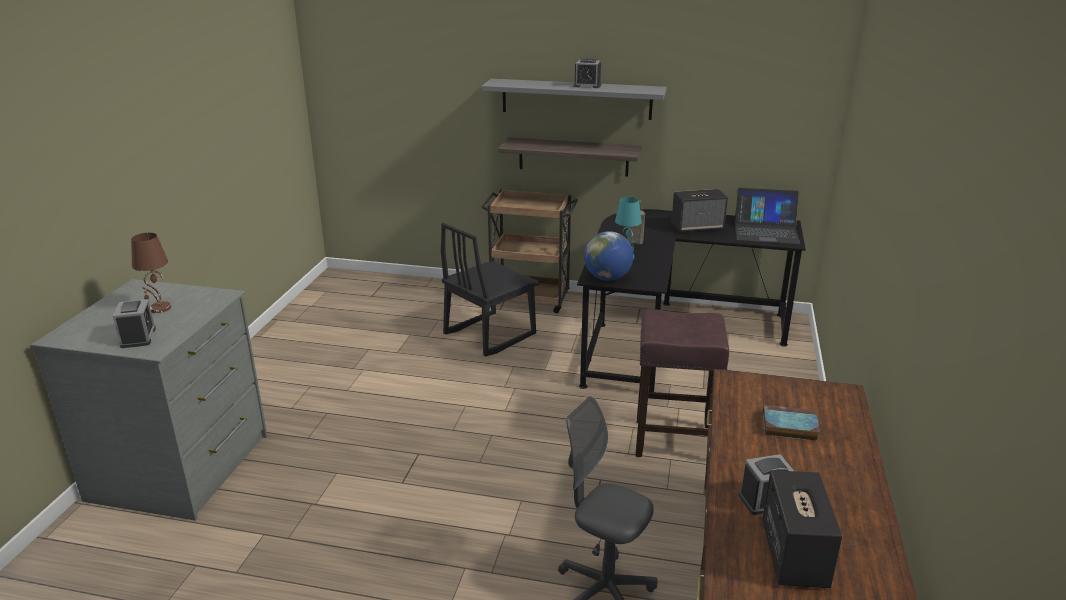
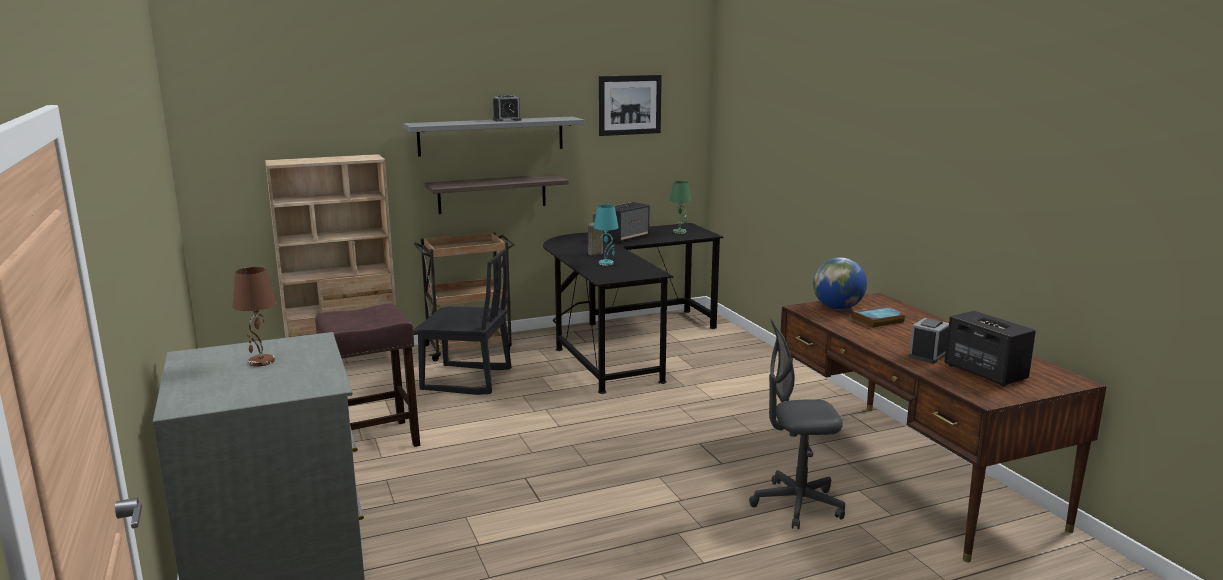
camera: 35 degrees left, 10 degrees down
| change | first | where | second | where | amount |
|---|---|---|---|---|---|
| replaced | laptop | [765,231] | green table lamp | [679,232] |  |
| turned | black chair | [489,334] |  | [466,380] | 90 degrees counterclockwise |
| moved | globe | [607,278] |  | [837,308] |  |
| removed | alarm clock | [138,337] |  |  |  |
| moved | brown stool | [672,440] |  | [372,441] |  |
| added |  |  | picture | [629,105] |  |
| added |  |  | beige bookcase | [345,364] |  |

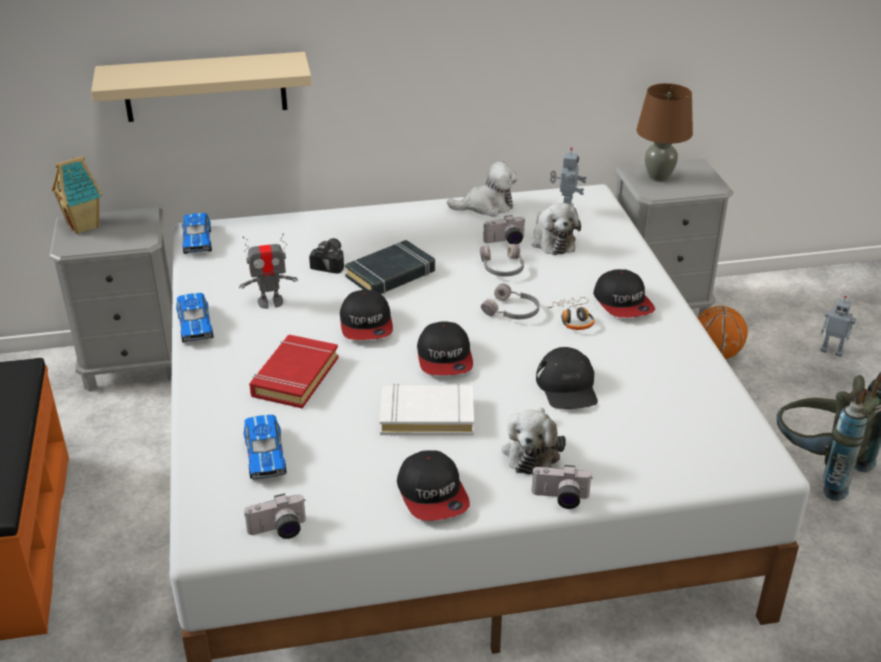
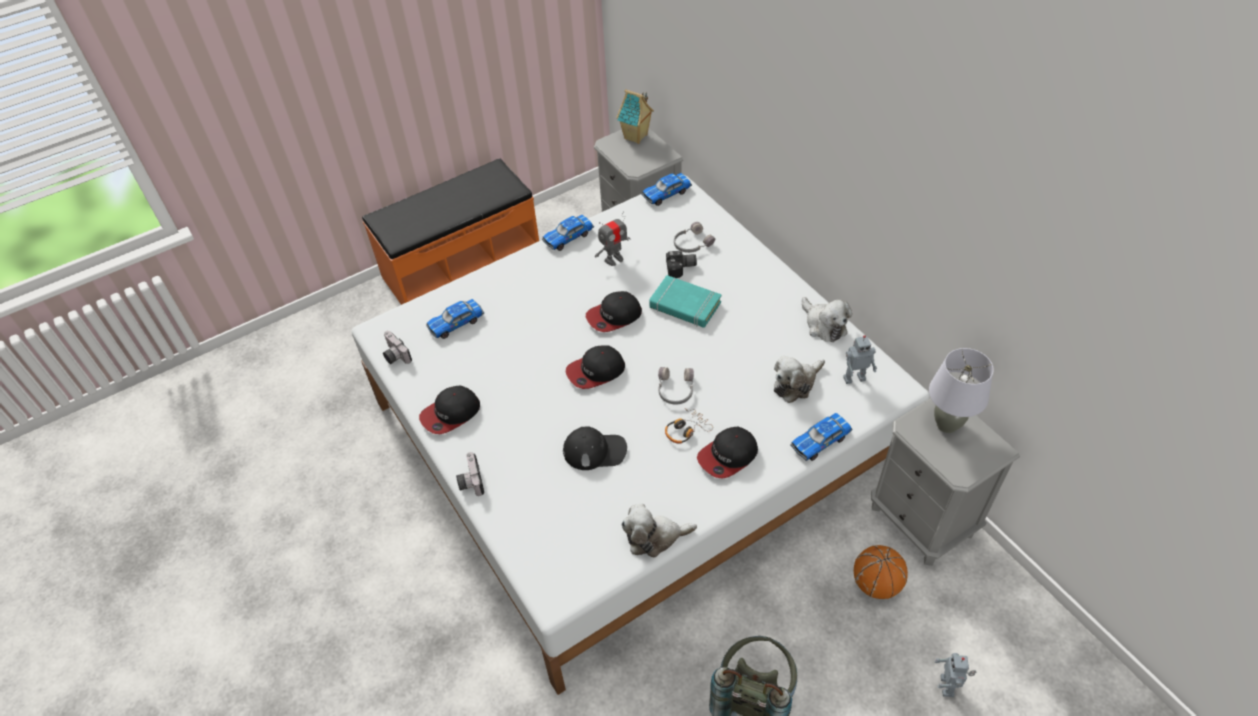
camera: 70 degrees right, 15 degrees up
| change | first | where | second | where | amount |
|---|---|---|---|---|---|
| removed | beige shelf | [205,87] |  |  |  |
| recoloured | brown table lamp | [658,177] | grey table lamp | [947,424] |  |
| removed | photo camera | [505,242] |  |  |  |
| turned | toy robot | [270,302] |  | [614,259] | 90 degrees counterclockwise |
| recoloured | black book | [391,274] | turquoise book | [684,305] |  |
| moved | grey headphones | [502,268] |  | [691,243] |  |
| removed | red book | [294,377] |  |  |  |
| turned | black cap | [567,387] |  | [595,451] | 150 degrees counterclockwise |
| removed | white book | [427,416] |  |  |  |
| moved | plush toy | [532,451] |  | [654,537] |  |
| added |  |  | toy car | [820,441] |  |

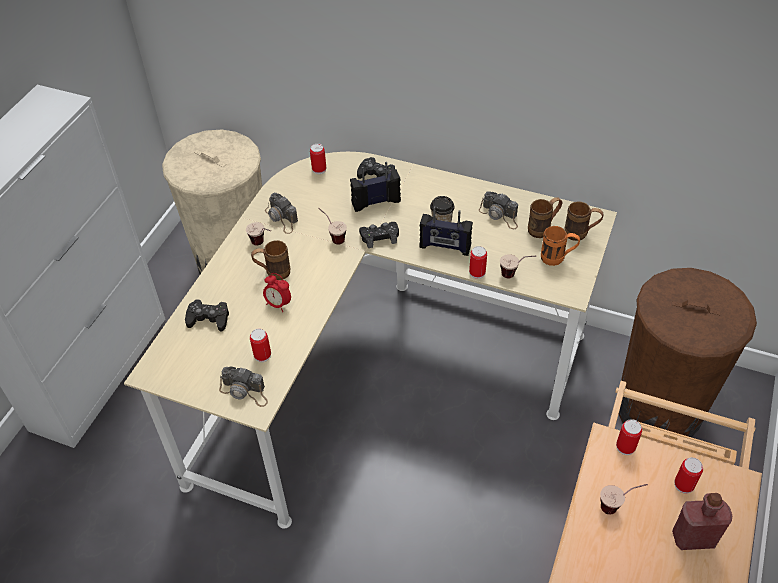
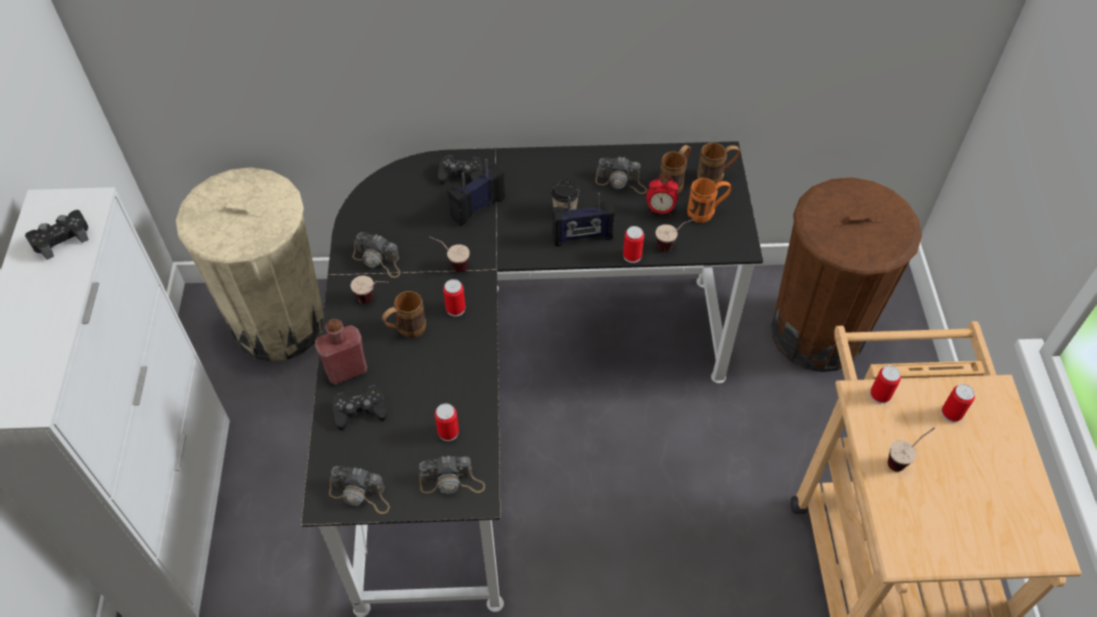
camera: 25 degrees left, 5 degrees up
| change | first | where | second | where | amount |
|---|---|---|---|---|---|
| moved | can | [319,169] |  | [455,309] |  |
| recoloured | beige desk | [374,370] | black desk | [507,395] |  |
| moved | black game controller | [379,237] |  | [61,238] |  |
| moved | alarm clock | [278,304] |  | [660,210] |  |
| moved | red bottle | [693,538] |  | [346,370] |  |
| added |  |  | photo camera | [361,494] |  |

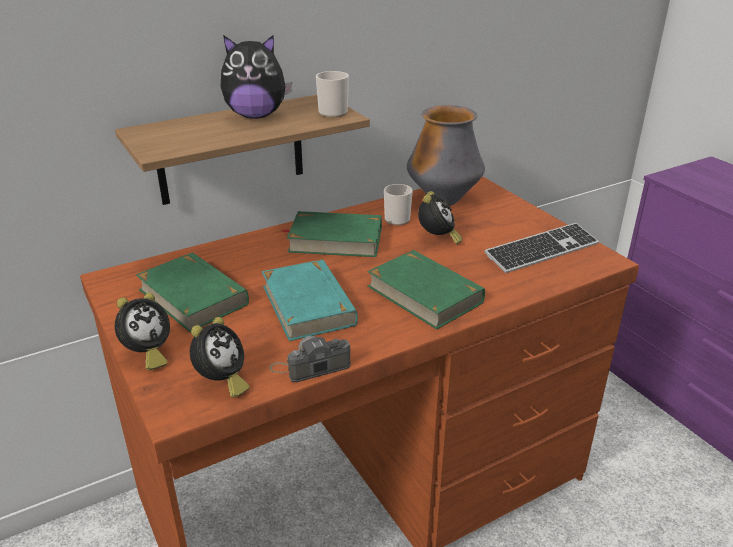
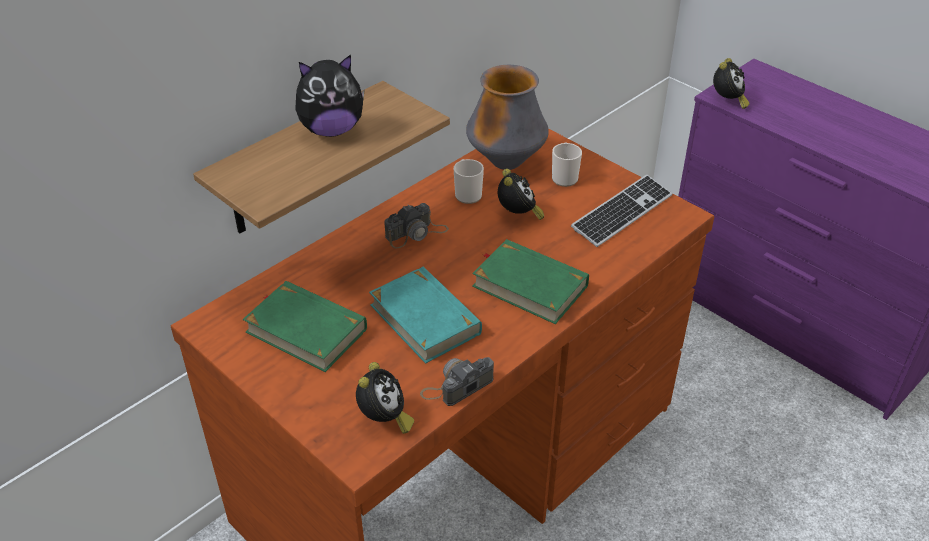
camera: 15 degrees left, 10 degrees up
| change | first | where | second | where | amount |
|---|---|---|---|---|---|
| moved | mug | [334,111] |  | [564,177] |  |
| replaced | green book | [335,239] | photo camera | [416,233] |  |
| moved | alarm clock | [147,355] |  | [727,102] |  |

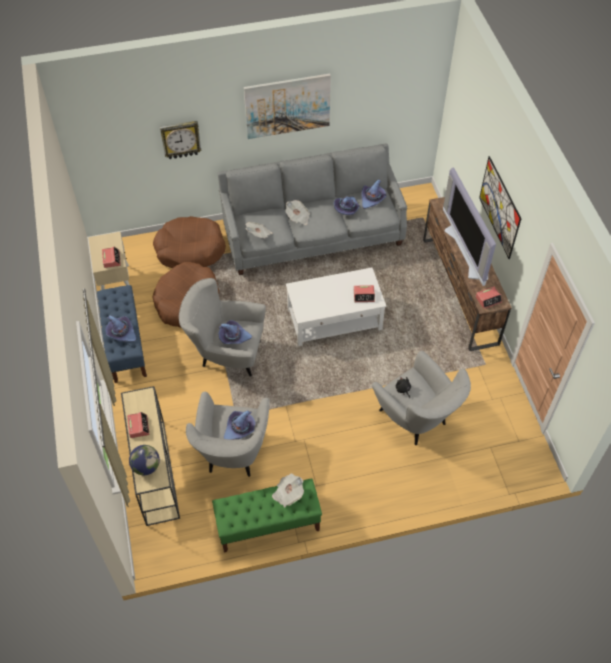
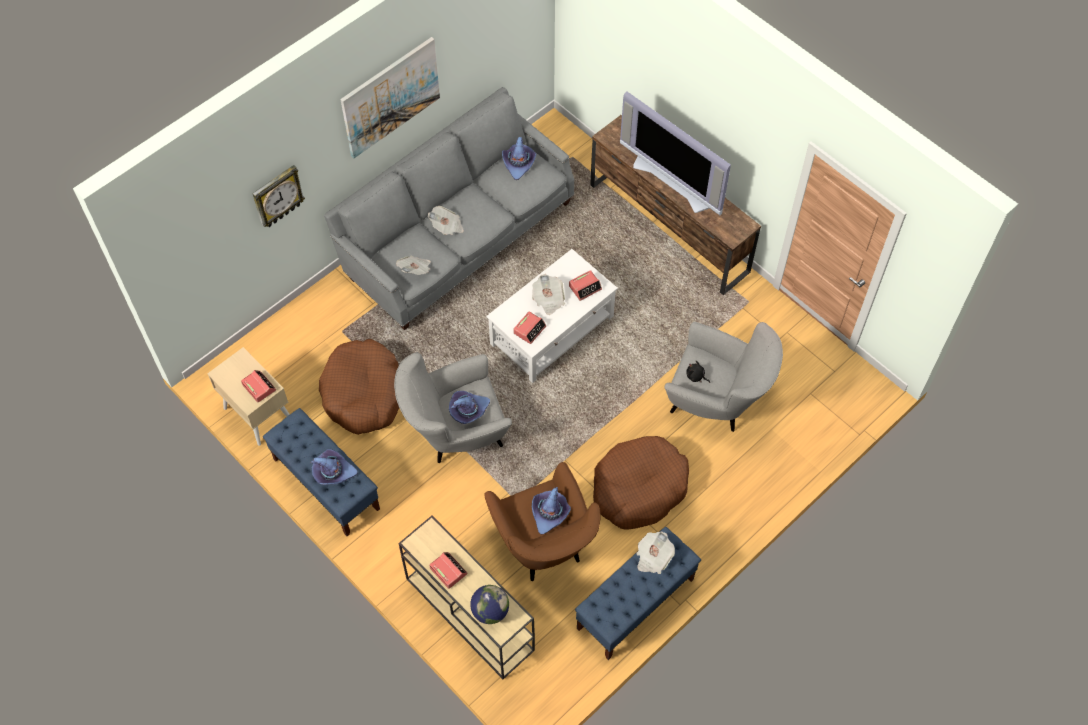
camera: 30 degrees left, 5 degrees up
| change | first | where | second | where | amount |
|---|---|---|---|---|---|
| removed | picture | [499,207] |  |  |  |
| removed | purple hat | [347,208] |  |  |  |
| moved | brown dog bed | [190,249] |  | [638,488] |  |
| moved | alarm clock | [488,299] |  | [529,329] |  |
| recoloured | grey armchair | [233,455] | brown armchair | [544,548] |  |
| recoloured | green bench | [268,525] | blue bench | [635,604] |  |
| added |  |  | newspaper | [548,299] |  |

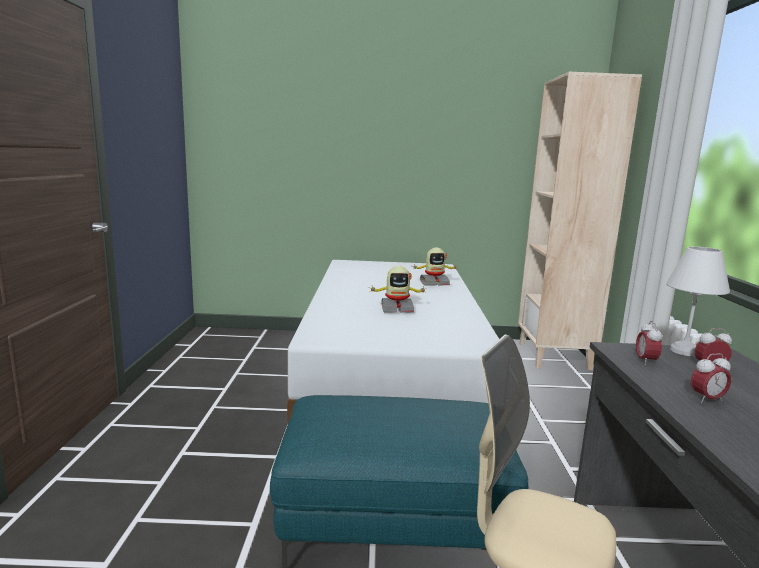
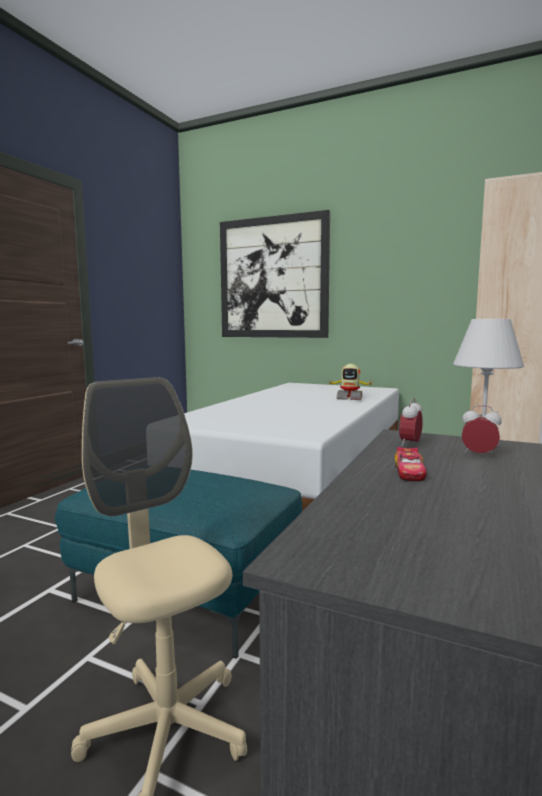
camera: 25 degrees right, 5 degrees down
| change | first | where | second | where | amount |
|---|---|---|---|---|---|
| removed | toy robot | [396,309] |  |  |  |
| replaced | alarm clock | [707,399] | toy car | [409,472] |  |
| added |  |  | picture | [273,278] |  |

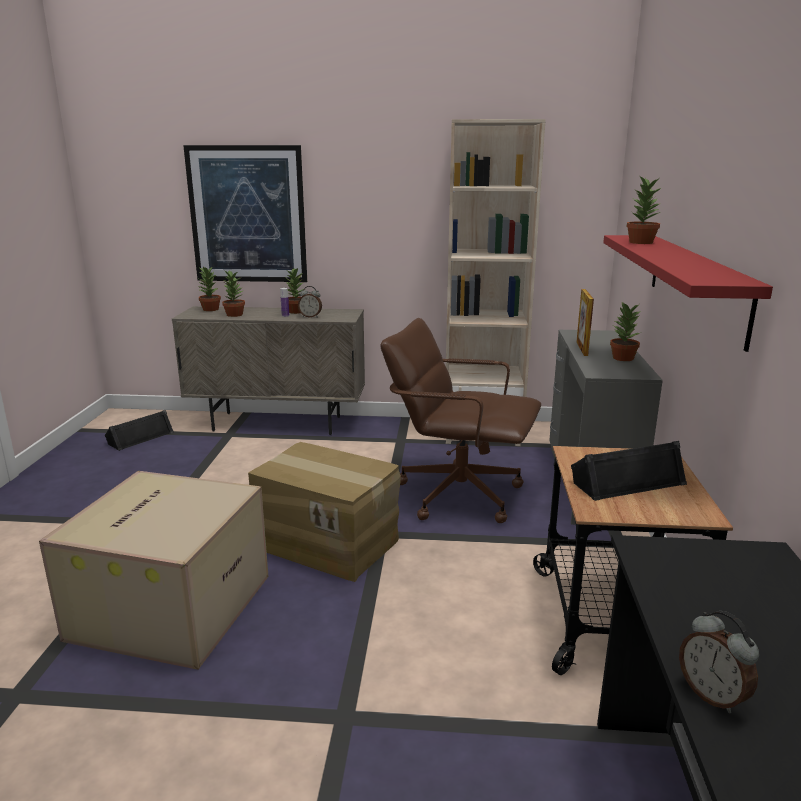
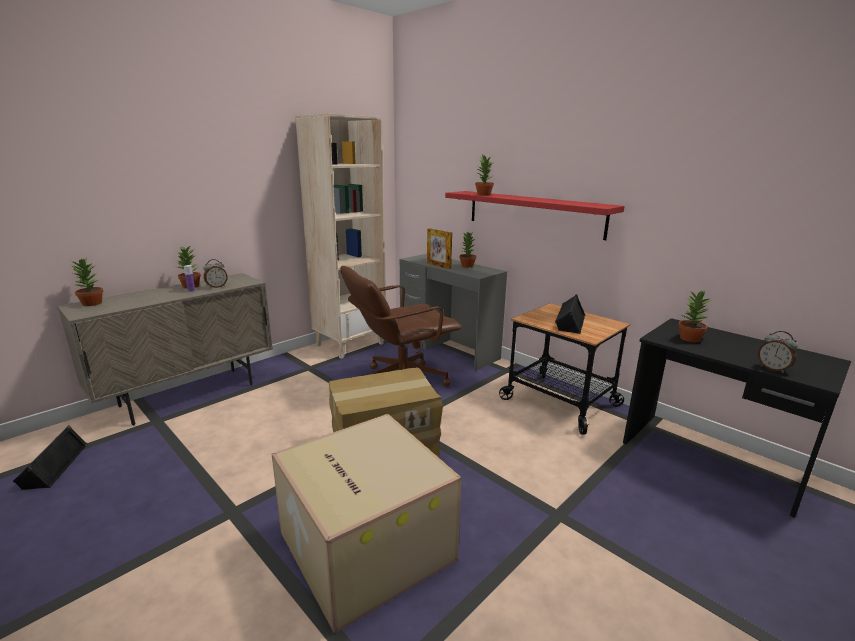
camera: 50 degrees left, 0 degrees up
| change | first | where | second | where | amount |
|---|---|---|---|---|---|
| removed | picture | [247,215] |  |  |  |
| moved | potted plant | [234,314] |  | [689,338] |  |
| turned | alarm clock | [712,695] |  | [773,369] | 45 degrees clockwise |

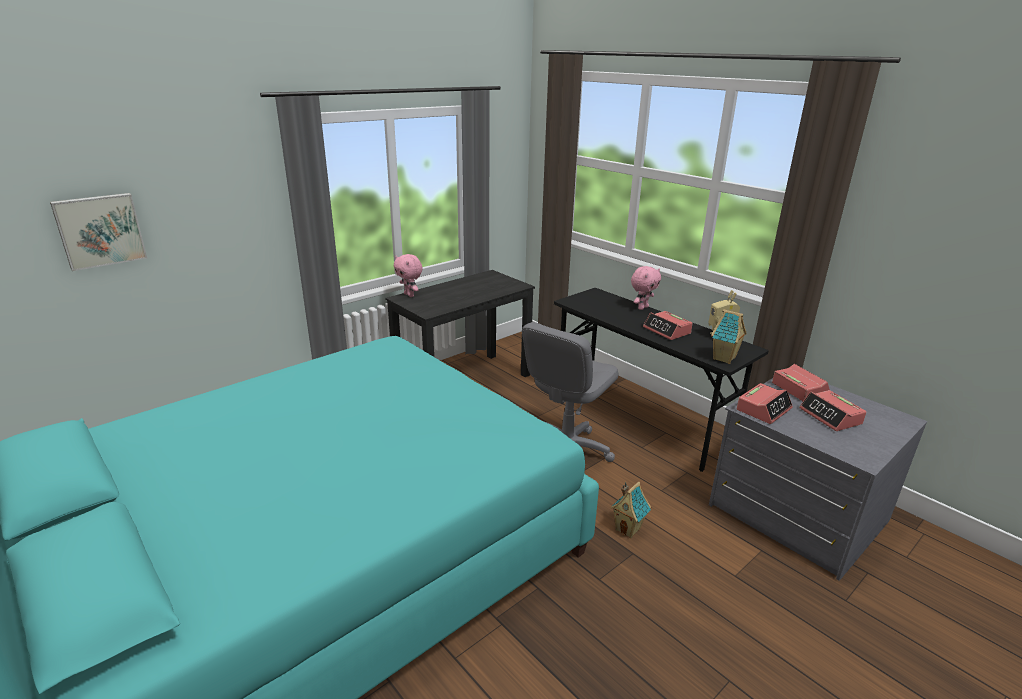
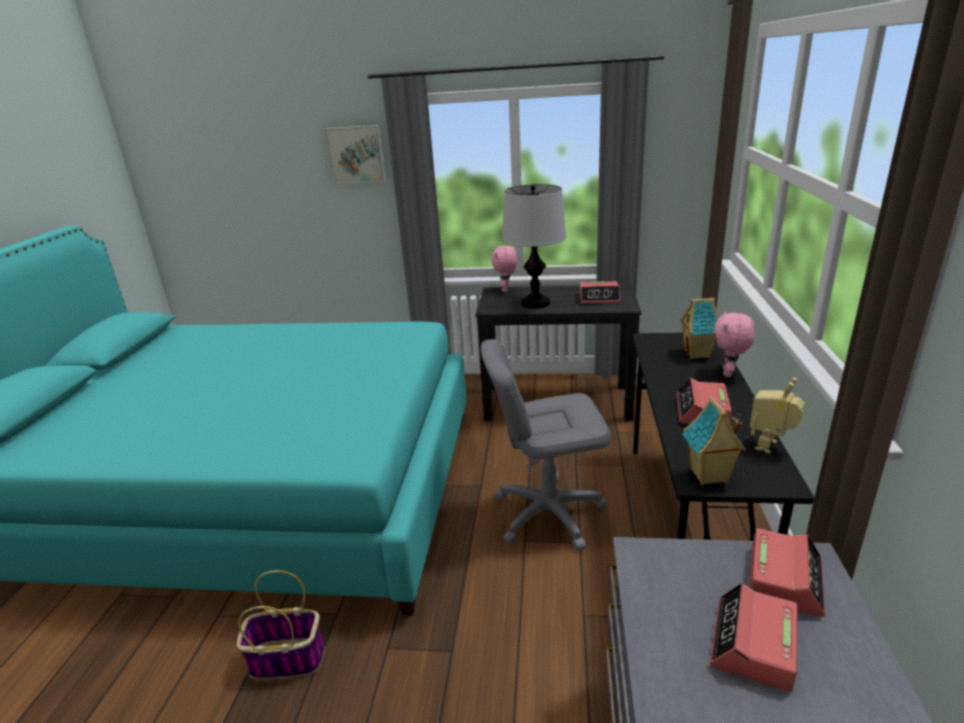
camera: 50 degrees right, 0 degrees up
| change | first | where | second | where | amount |
|---|---|---|---|---|---|
| moved | picture | [100,230] |  | [357,154] |  |
| turned | pink plush toy | [642,307] |  | [729,373] | 105 degrees clockwise |
| moved | alarm clock | [763,409] |  | [599,298] |  |
| moved | toy house | [628,529] |  | [698,354] |  |
| added |  |  | table lamp | [535,303] |  |
| added |  |  | basket | [286,659] |  |

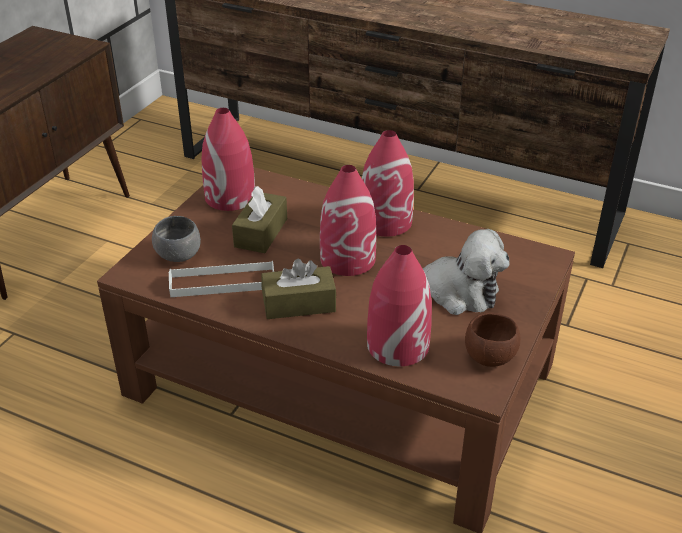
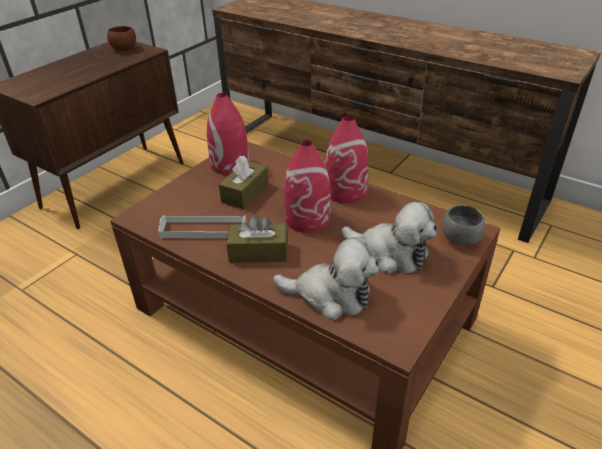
camera: 10 degrees right, 0 degrees up
| change | first | where | second | where | amount |
|---|---|---|---|---|---|
| moved | grey bowl | [178,255] |  | [460,239] |  |
| replaced | red vase | [397,345] | plush toy | [331,295] |  |
| moved | brown bowl | [490,356] |  | [124,48] |  |

